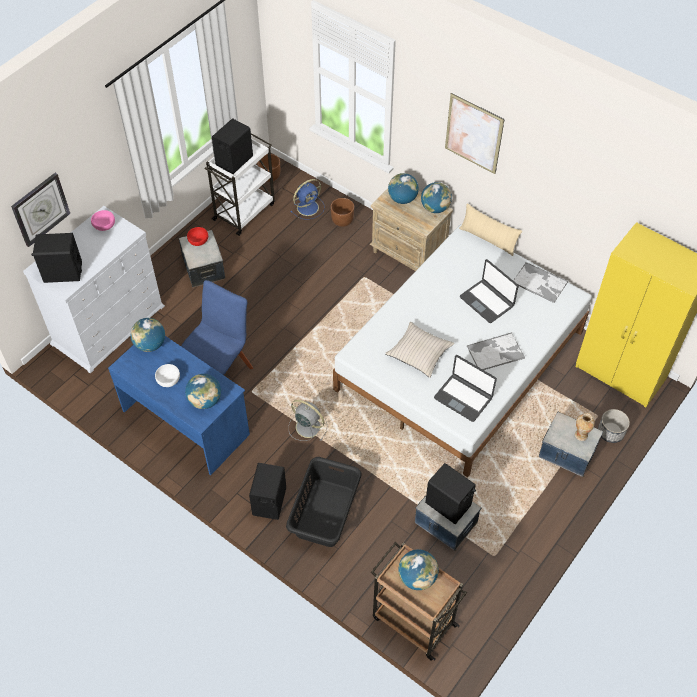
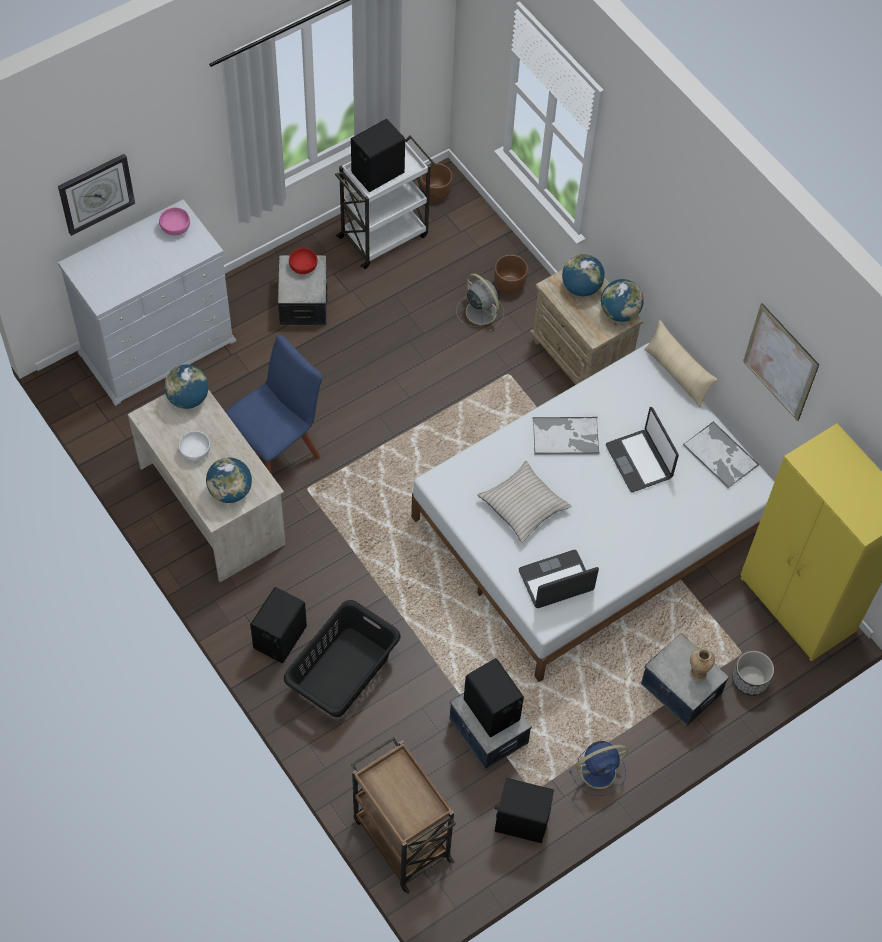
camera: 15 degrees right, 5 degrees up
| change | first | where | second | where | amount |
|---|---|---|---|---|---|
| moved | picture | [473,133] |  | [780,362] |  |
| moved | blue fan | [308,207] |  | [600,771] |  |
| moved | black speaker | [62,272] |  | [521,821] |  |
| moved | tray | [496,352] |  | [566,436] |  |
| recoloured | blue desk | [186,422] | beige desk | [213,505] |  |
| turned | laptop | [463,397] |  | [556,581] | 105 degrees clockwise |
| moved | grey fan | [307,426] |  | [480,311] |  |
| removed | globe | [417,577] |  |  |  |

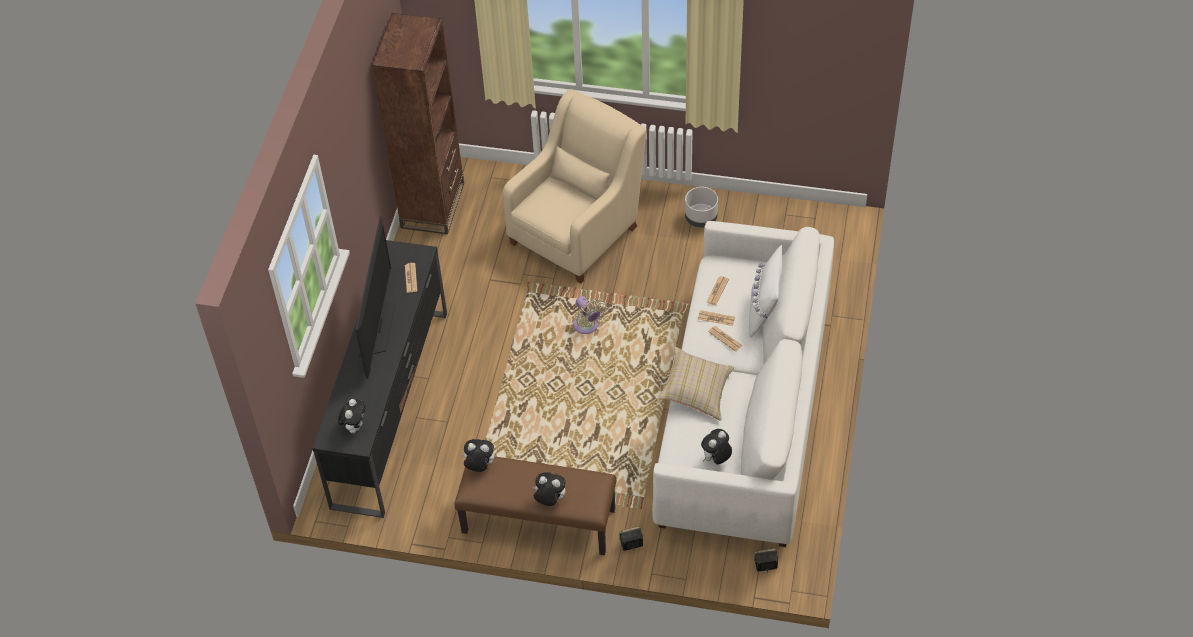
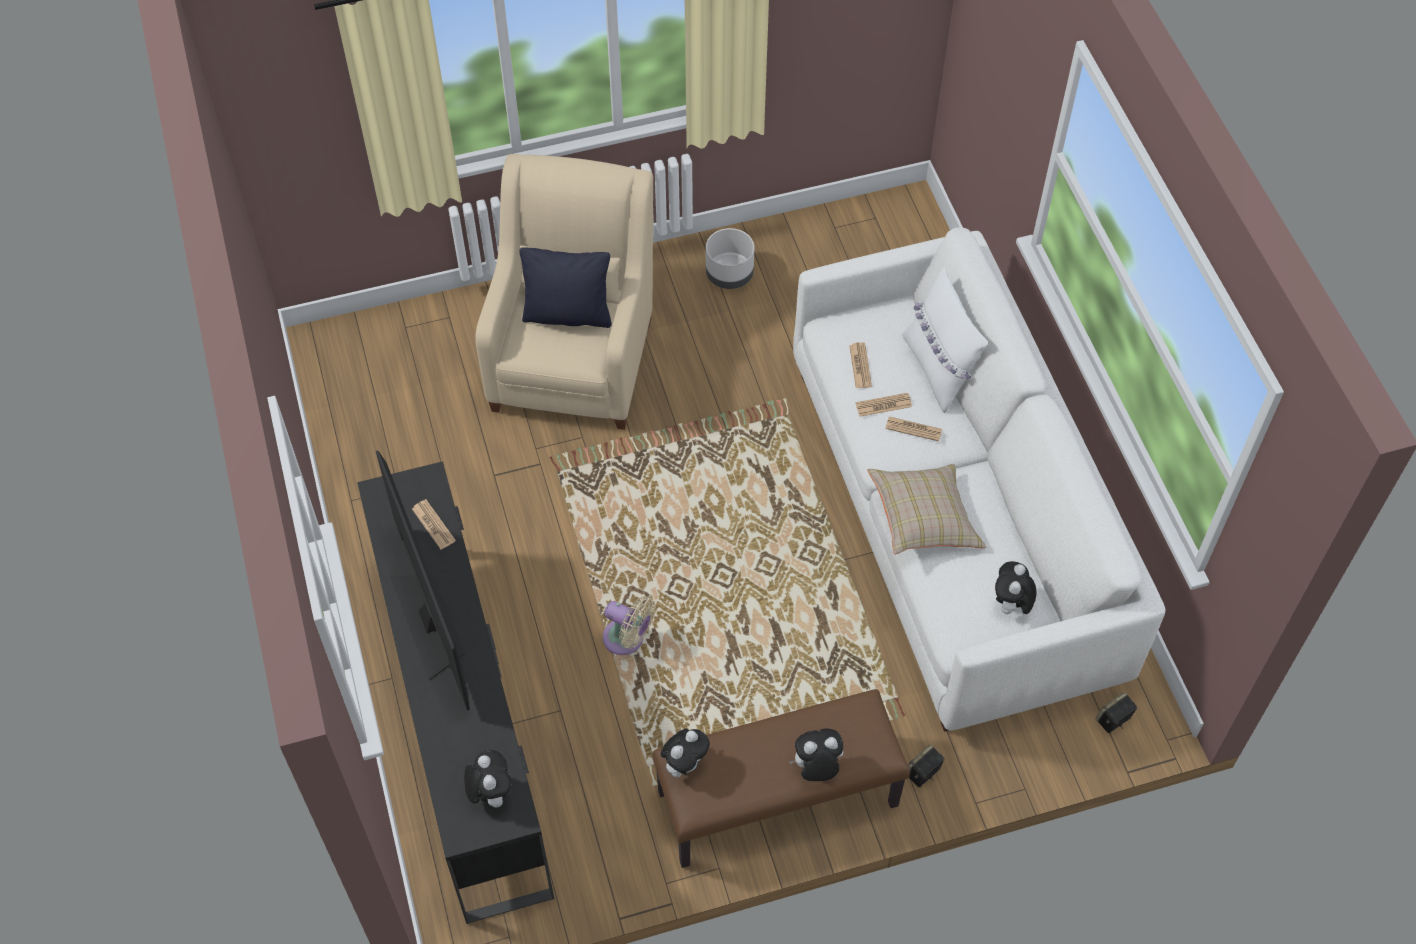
camera: 30 degrees left, 5 degrees up
| change | first | where | second | where | amount |
|---|---|---|---|---|---|
| removed | brown bookcase | [433,205] |  |  |  |
| moved | beige fan | [587,326] |  | [627,639] |  |
| turned | plush toy | [479,466] |  | [685,764] | 150 degrees clockwise |
| added |  |  | black pillow | [568,314] |  |

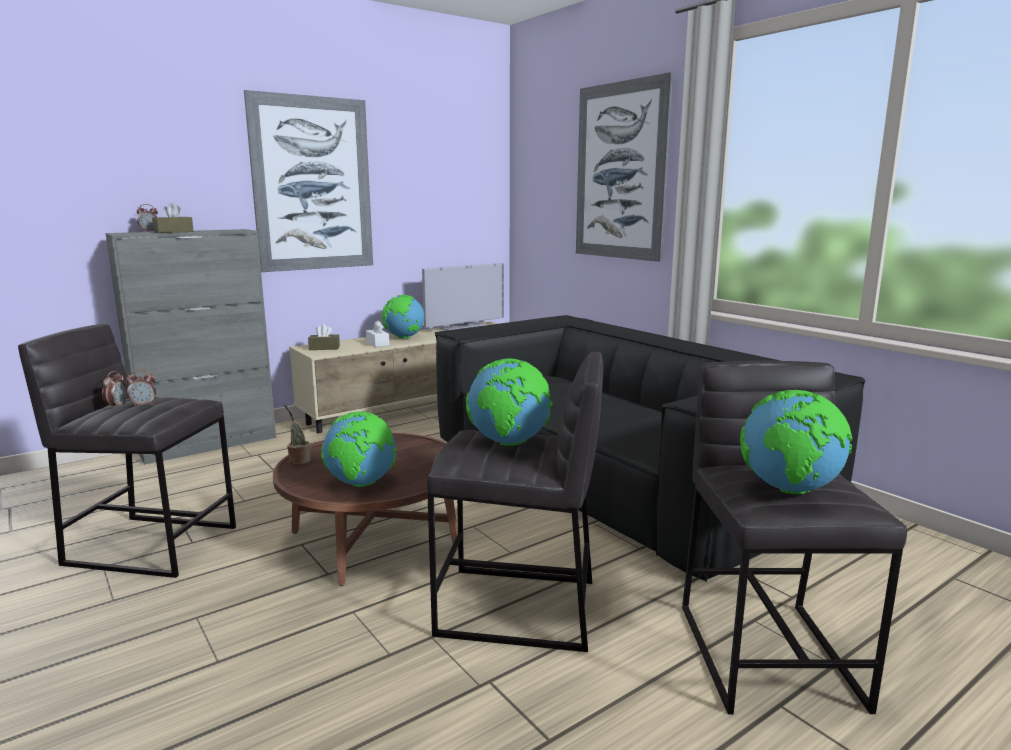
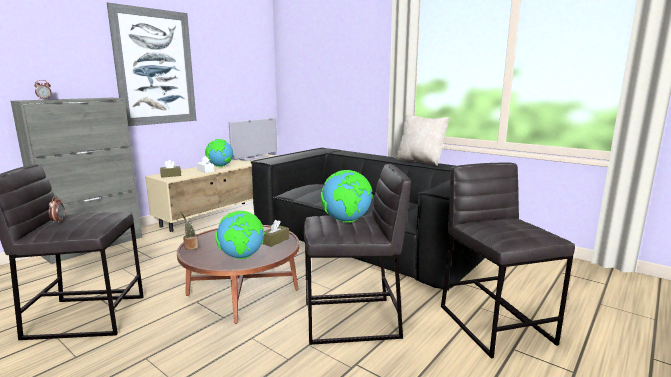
camera: 15 degrees left, 0 degrees up
| change | first | where | second | where | amount |
|---|---|---|---|---|---|
| removed | picture | [620,172] |  |  |  |
| moved | brown tissue box | [173,232] |  | [275,241] |  |
| removed | alarm clock | [144,405] |  |  |  |
| removed | globe | [790,490] |  |  |  |
| added |  |  | beige pillow | [420,161] |  |

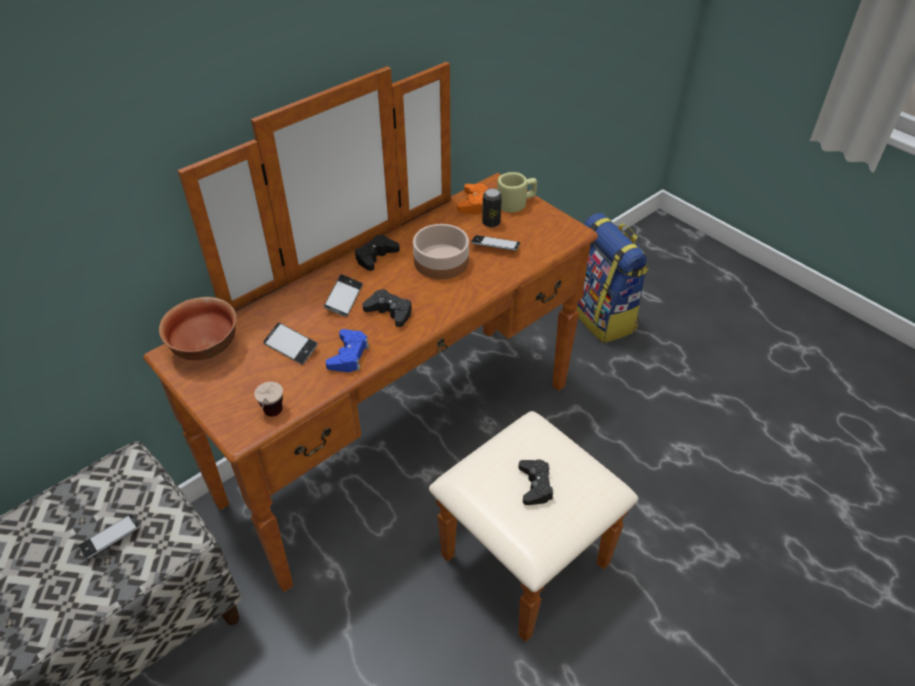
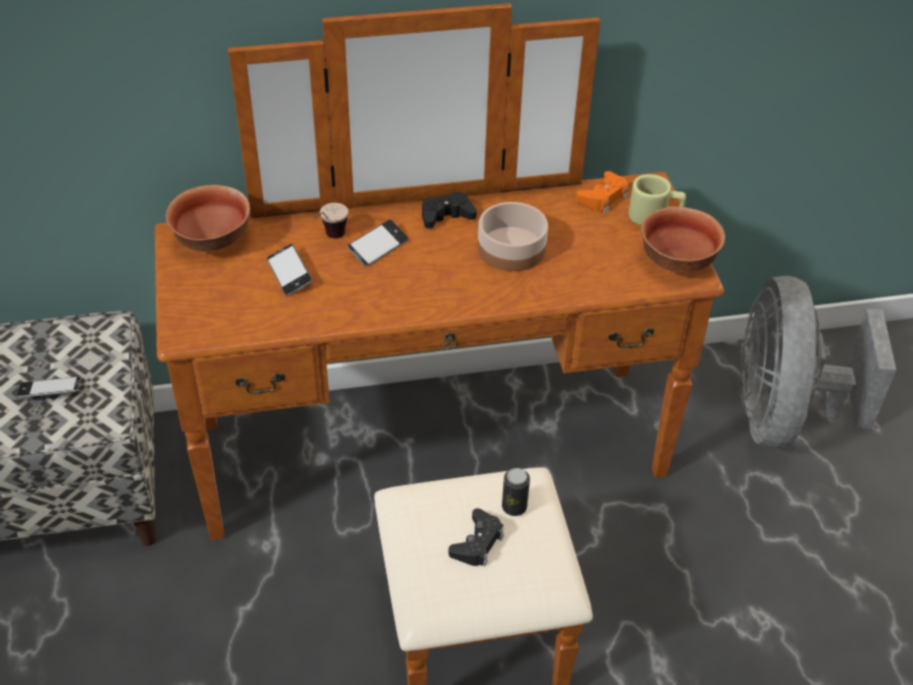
camera: 30 degrees right, 0 degrees up
| change | first | where | second | where | amount |
|---|---|---|---|---|---|
| moved | can | [491,222] |  | [514,507] |  |
| replaced | backpack | [602,316] | grey fan | [782,415] |  |
| removed | phone | [495,246] |  |  |  |
| removed | black game controller | [389,312] |  |  |  |
| removed | blue game controller | [349,355] |  |  |  |
| moved | cup | [272,418] |  | [329,239] |  |
| added |  |  | bowl | [675,261] |  |

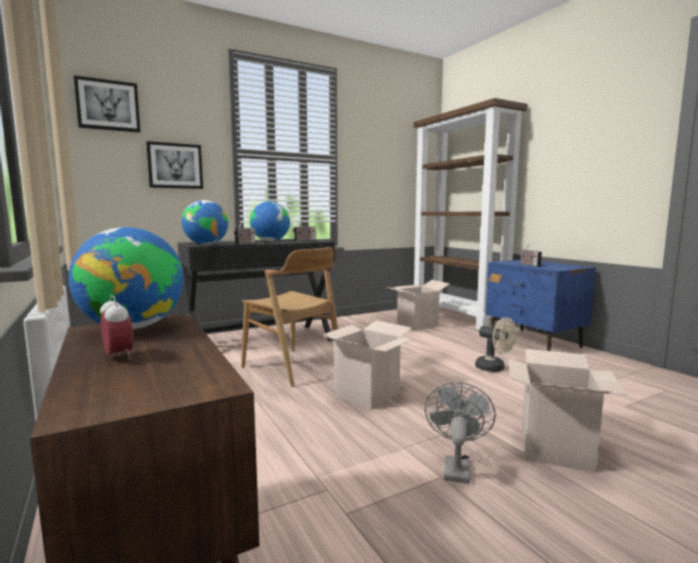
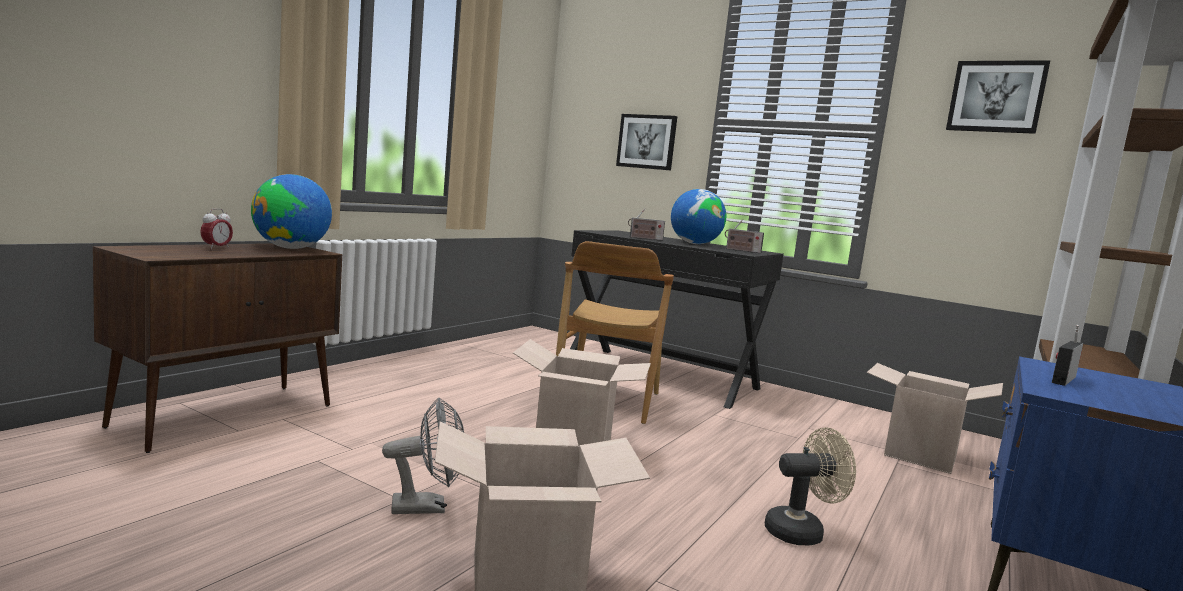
camera: 60 degrees right, 0 degrees up
| change | first | where | second | where | amount |
|---|---|---|---|---|---|
| moved | picture | [108,105] |  | [996,97] |  |
| removed | globe | [206,244] |  |  |  |
| turned | beige fan | [494,368] |  | [801,532] | 120 degrees counterclockwise |

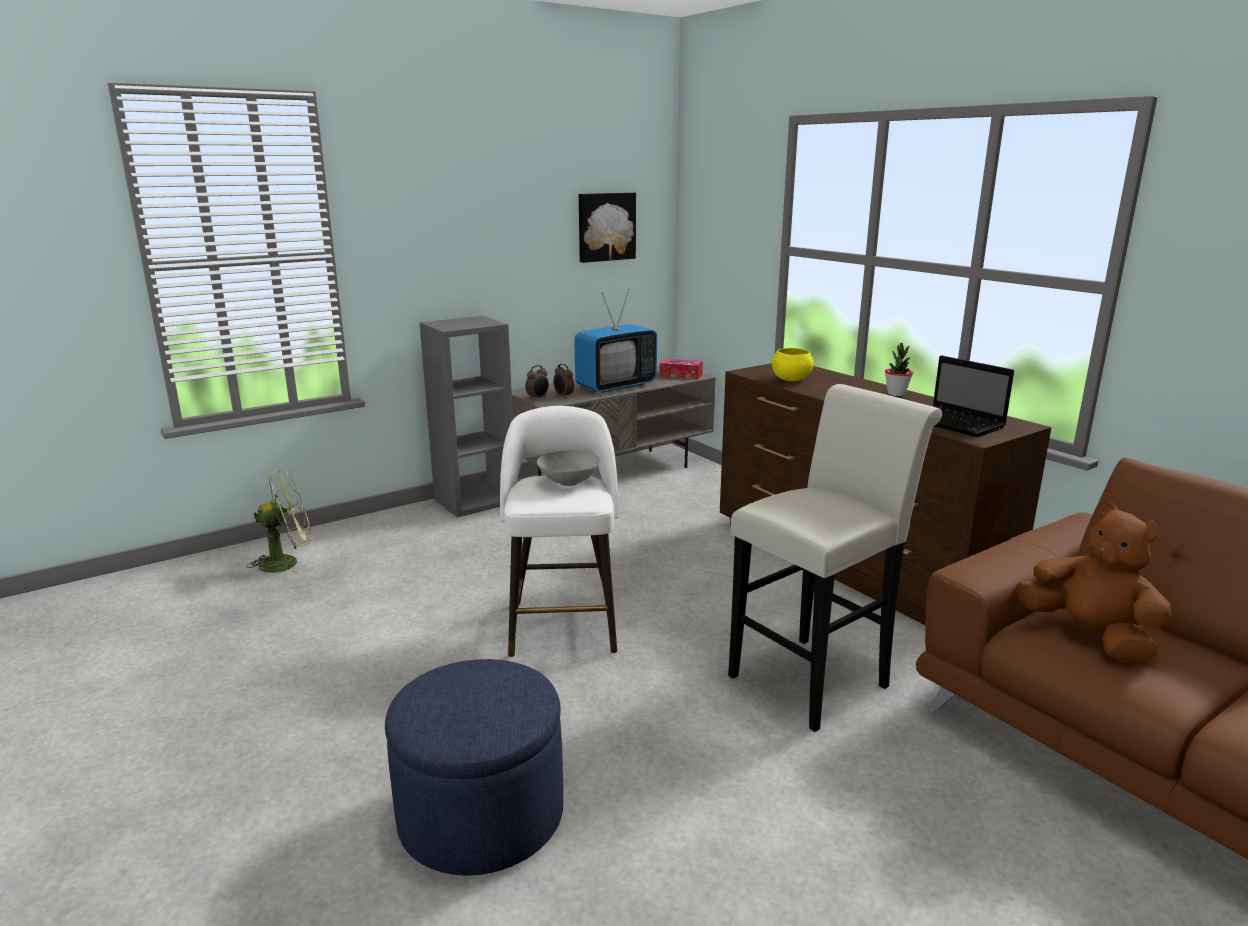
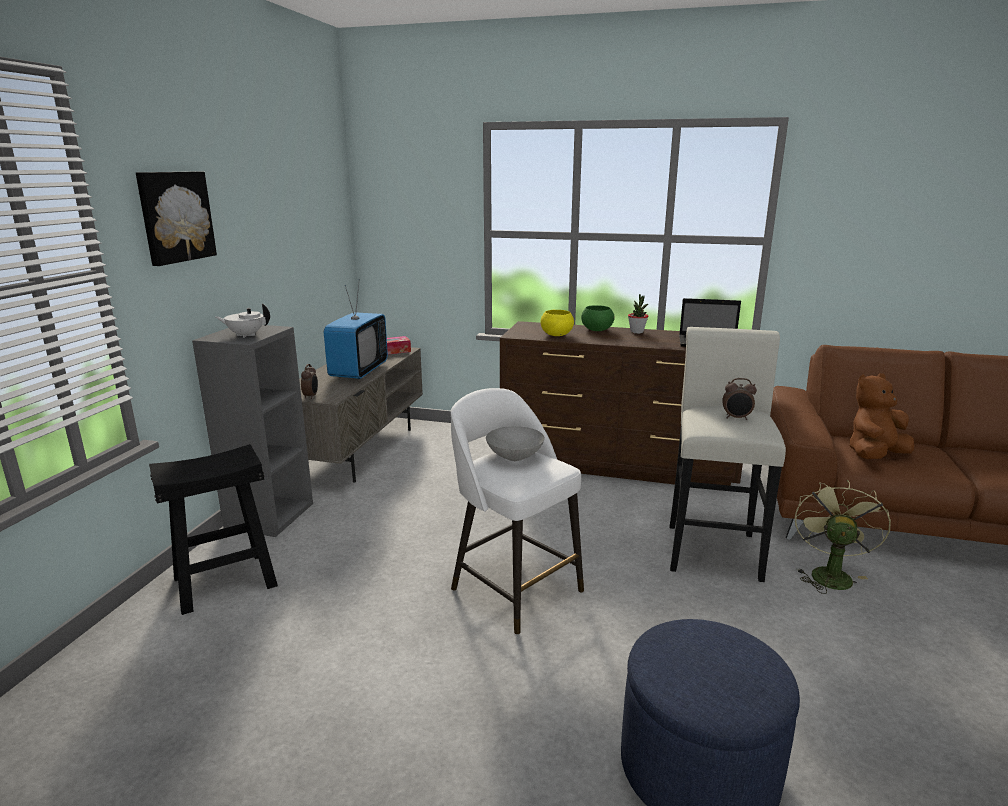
camera: 40 degrees left, 0 degrees up
| change | first | where | second | where | amount |
|---|---|---|---|---|---|
| moved | picture | [606,227] |  | [175,217] |  |
| moved | alarm clock | [563,396] |  | [736,418] |  |
| moved | green fan | [287,562] |  | [829,574] |  |
| turned | brown plush toy | [1089,636] |  | [874,456] | 45 degrees counterclockwise |
| added |  |  | white teapot | [246,335] |  |
| added |  |  | green bowl | [596,330] |  |
| added |  |  | black stool | [225,582] |  |

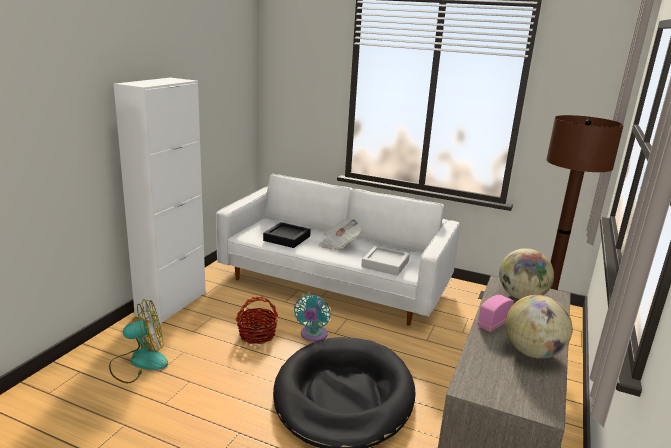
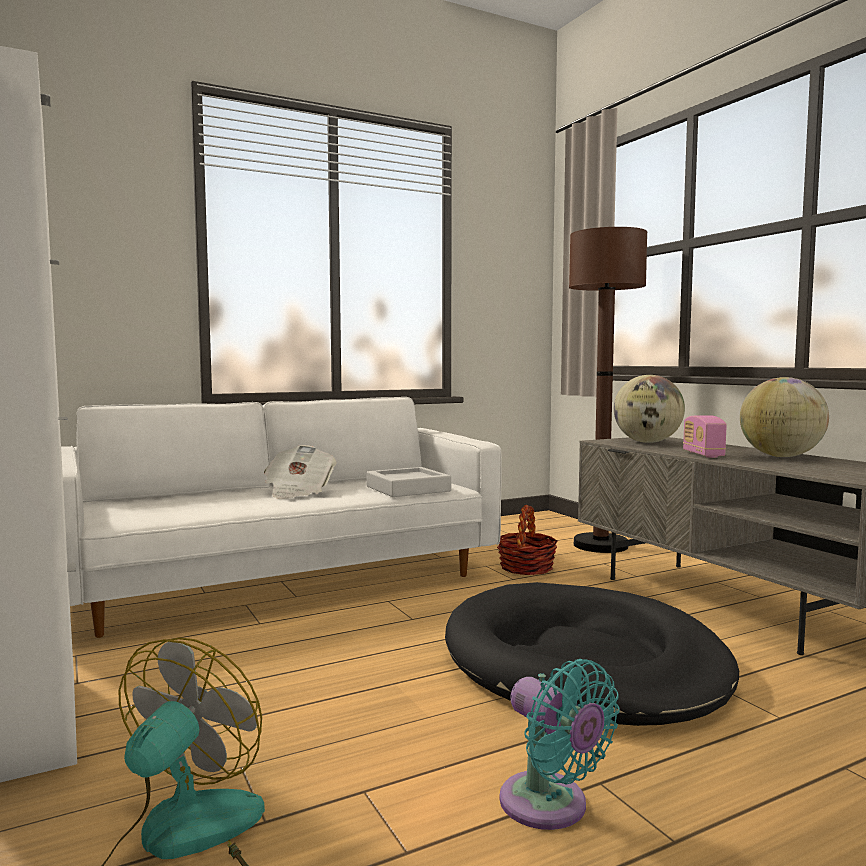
camera: 50 degrees left, 15 degrees down
| change | first | where | second | where | amount |
|---|---|---|---|---|---|
| removed | black tray | [287,238] |  |  |  |
| moved | turquoise fan | [313,335] |  | [550,807] |  |
| moved | basket | [257,334] |  | [526,568] |  |

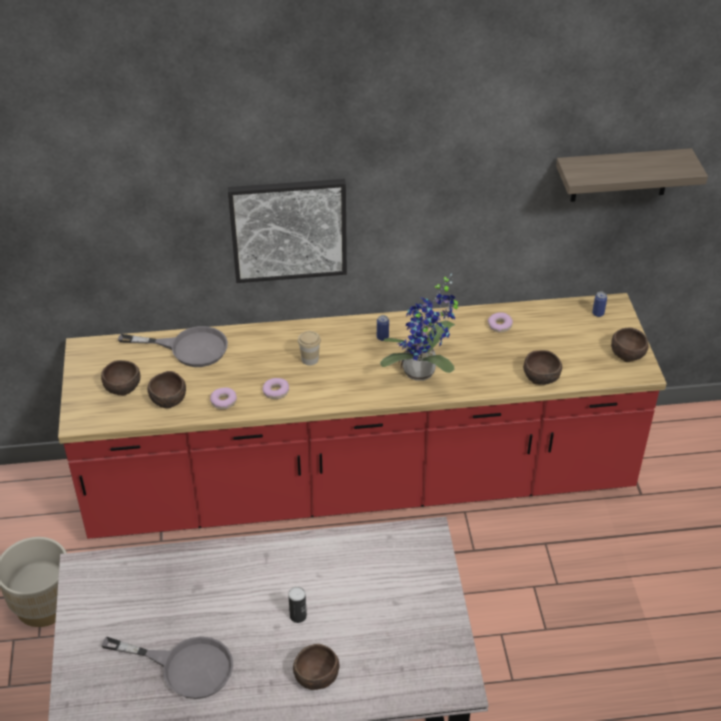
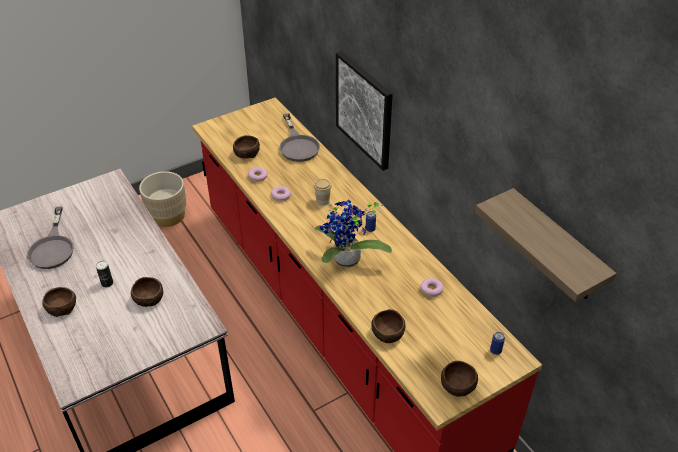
camera: 65 degrees right, 0 degrees up
| change | first | where | second | where | amount |
|---|---|---|---|---|---|
| moved | brown bowl | [123,386] |  | [149,299] |  |

